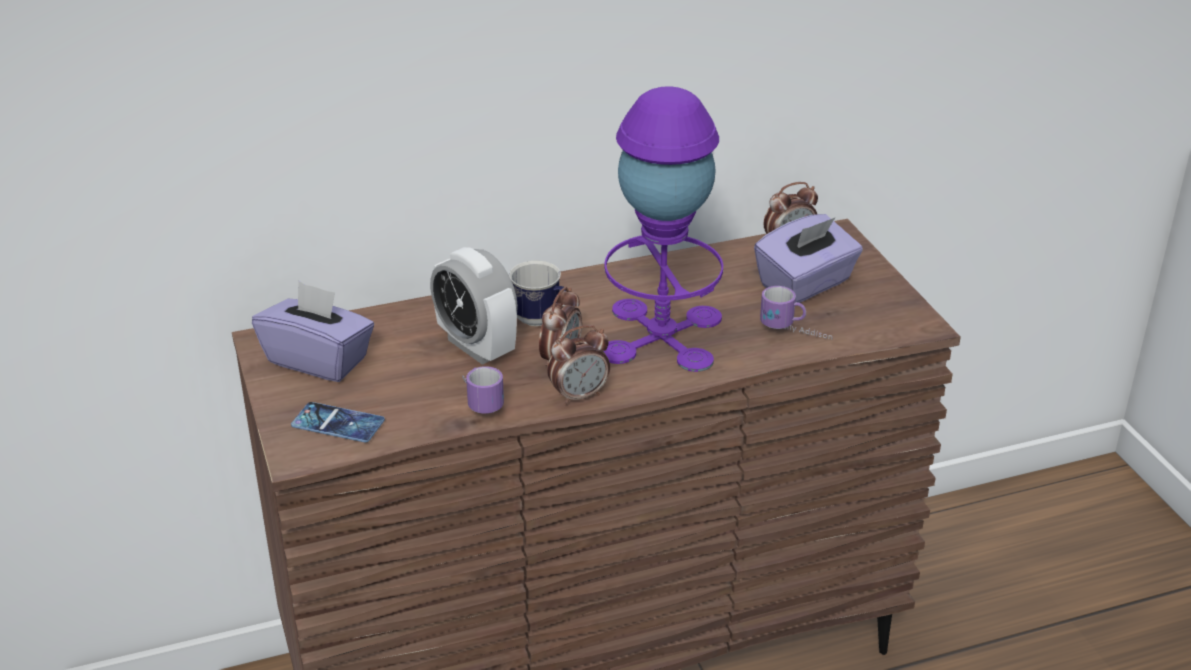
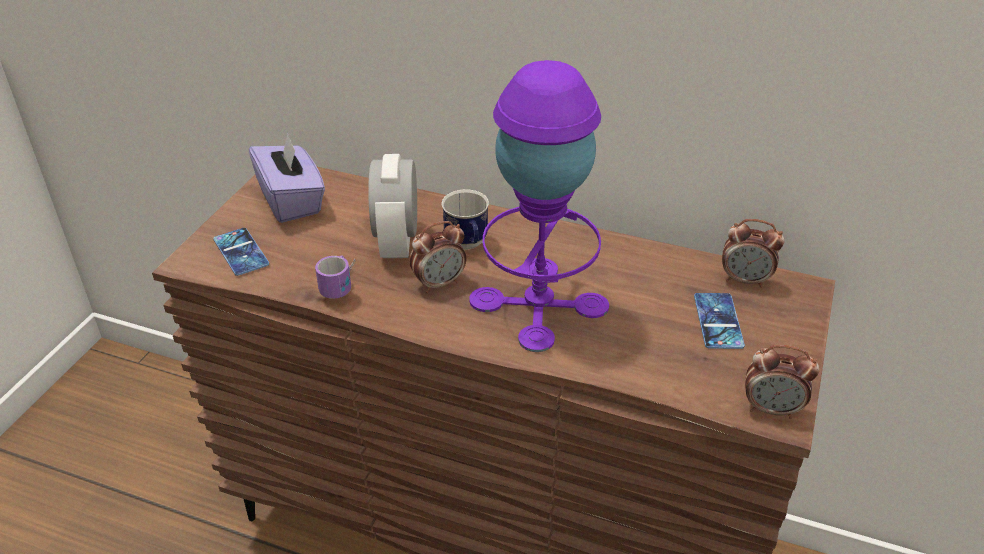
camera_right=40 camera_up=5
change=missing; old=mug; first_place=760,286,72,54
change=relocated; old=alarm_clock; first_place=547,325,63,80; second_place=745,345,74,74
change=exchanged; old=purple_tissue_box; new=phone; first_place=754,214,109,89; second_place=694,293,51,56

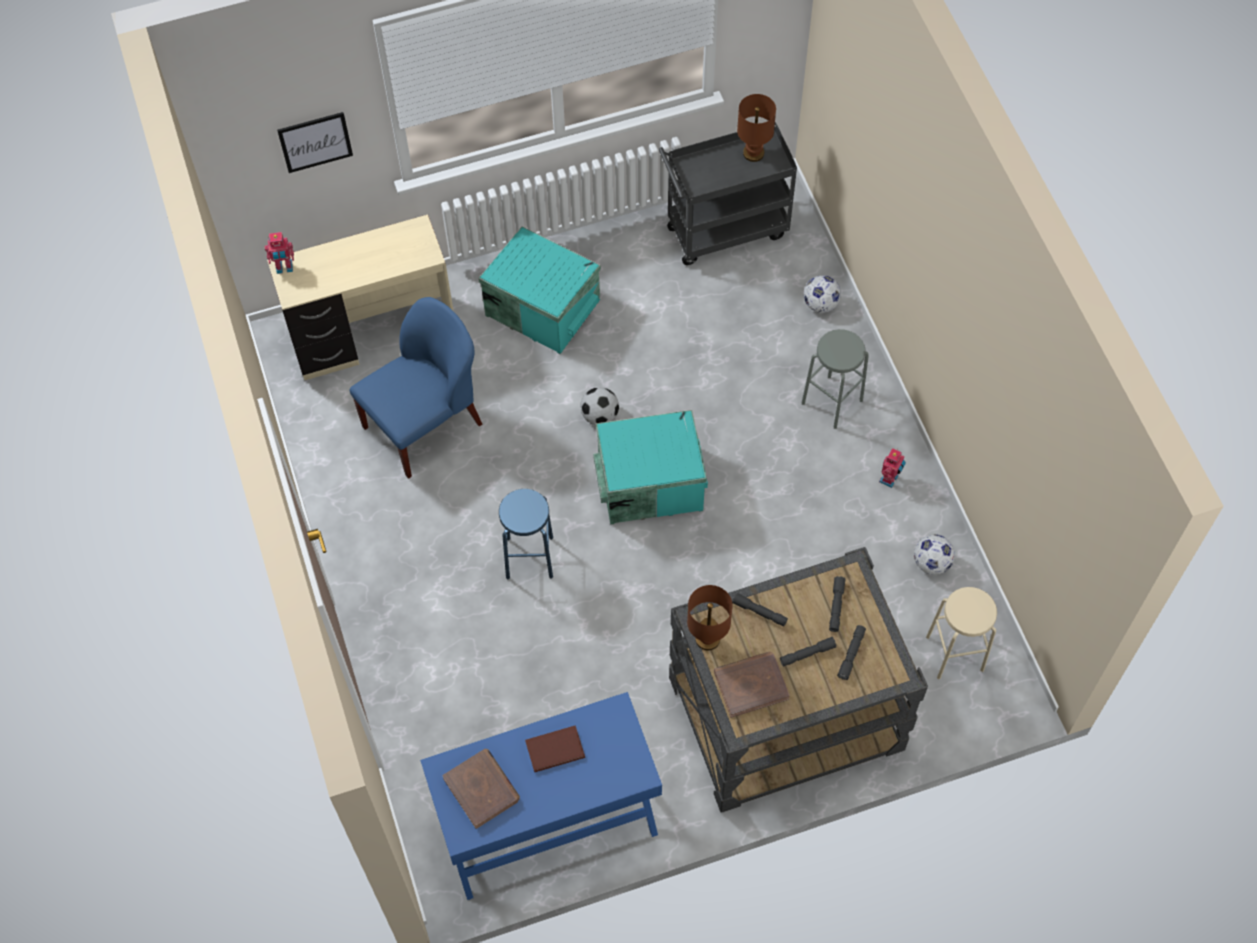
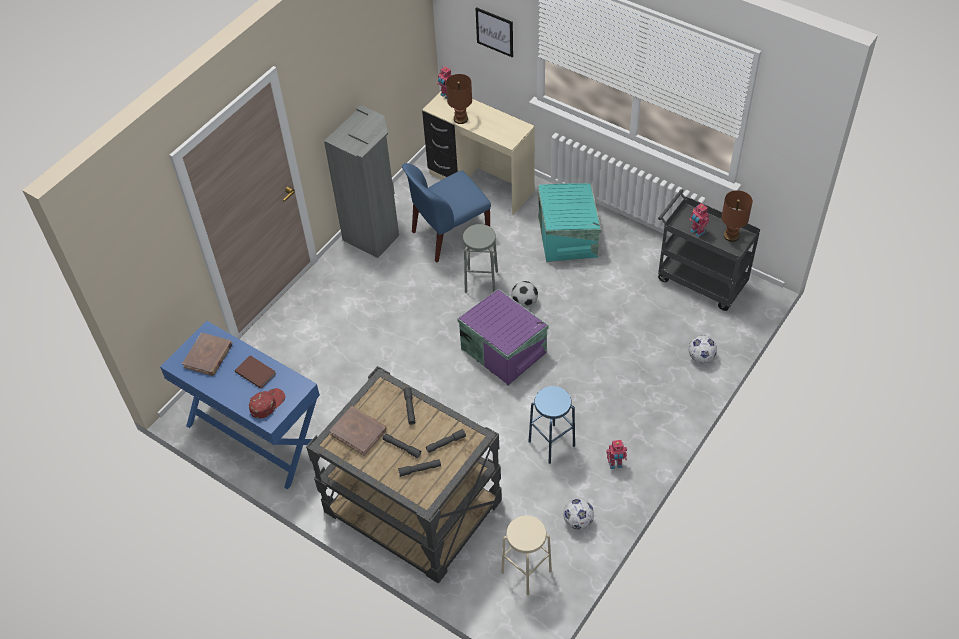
camera_right=55 camera_up=-10
change=appeared; new=red_cap; second_place=249,388,36,30
change=appeared; new=grey_cabinet; second_place=324,105,75,153
change=appeared; new=toy_robot; second_place=689,203,20,34
change=relocated; old=blue_stool; first_place=499,489,54,90; second_place=529,386,46,78
change=relocated; old=brown_table_lamp; first_place=687,585,46,65; second_place=446,74,26,50
change=relocated; old=grey_stool; first_place=802,329,67,100; second_place=463,224,35,69
change=colour; old=turquoise_storage_box; new=purple_storage_box; first_place=593,410,115,115; second_place=458,289,91,97
change=spun; old=blue_chair; first_place=350,297,132,182; second_place=402,163,89,100; degrees=135

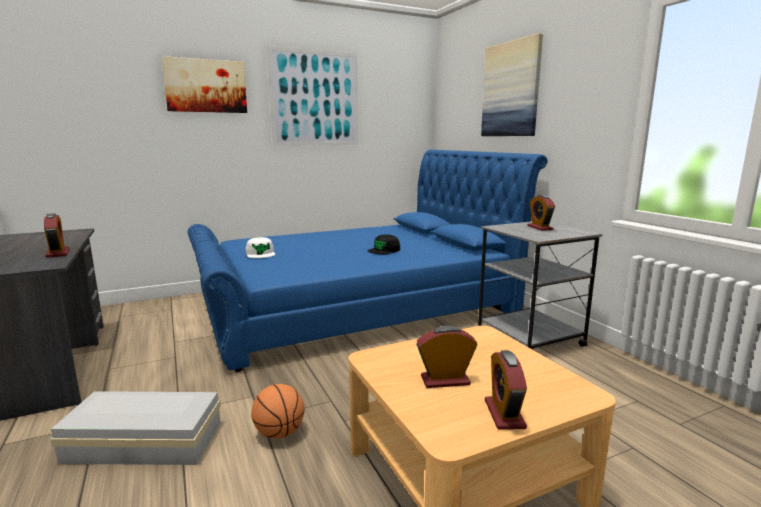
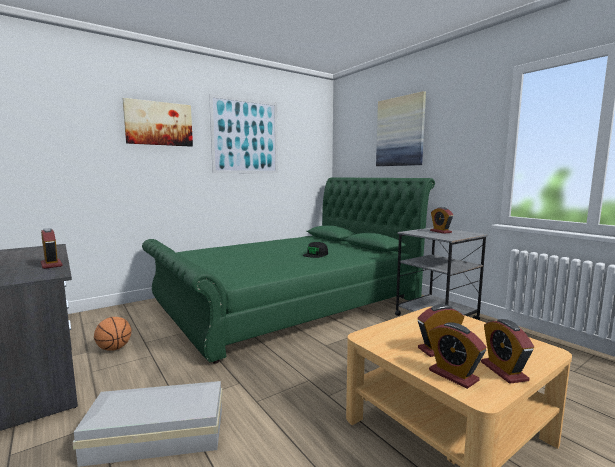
camera_right=-10 camera_up=-5
change=missing; old=white_cap; first_place=246,237,29,21
change=appeared; new=alarm_clock; second_place=429,322,57,67
change=relocated; old=basketball; first_place=251,384,54,54; second_place=94,317,38,34
change=colour; old=blue_bed; new=green_bed; first_place=187,150,361,222; second_place=142,177,293,187

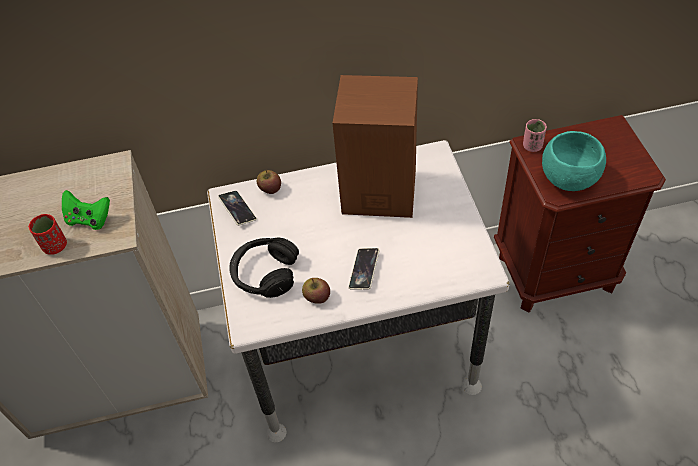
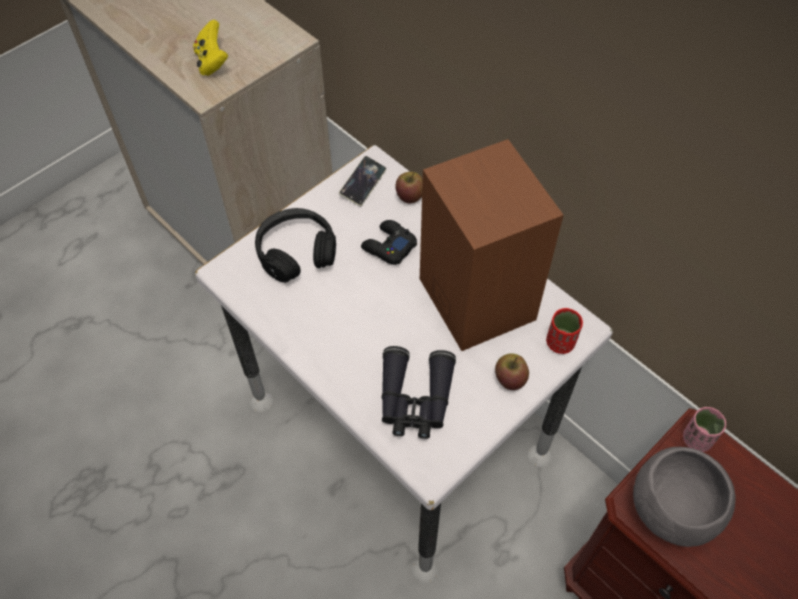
camera_right=55 camera_up=5
change=missing; old=phone; first_place=348,248,32,42
change=appeared; new=black_game_controller; second_place=361,220,56,45
change=appeared; new=black_binoculars; second_place=382,346,74,93
change=relocated; old=red_cup; first_place=29,214,38,41; second_place=546,308,37,46
change=relocated; old=apple; first_place=302,278,28,26; second_place=495,353,34,37
change=colour; old=green_game_controller; new=yellow_game_controller; first_place=62,190,48,40; second_place=193,20,35,56
change=colour; old=turquoise_bowl; new=grey_bowl; first_place=542,131,64,60; second_place=633,447,103,100

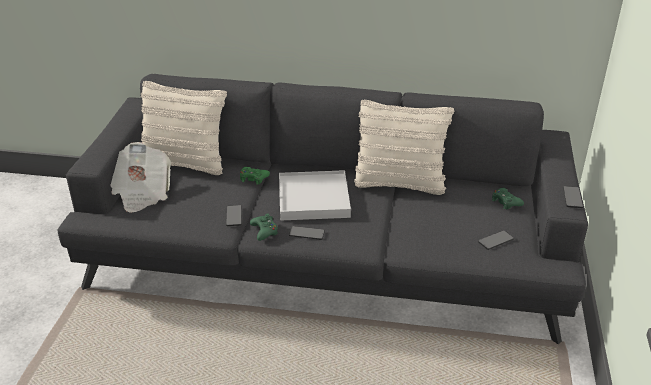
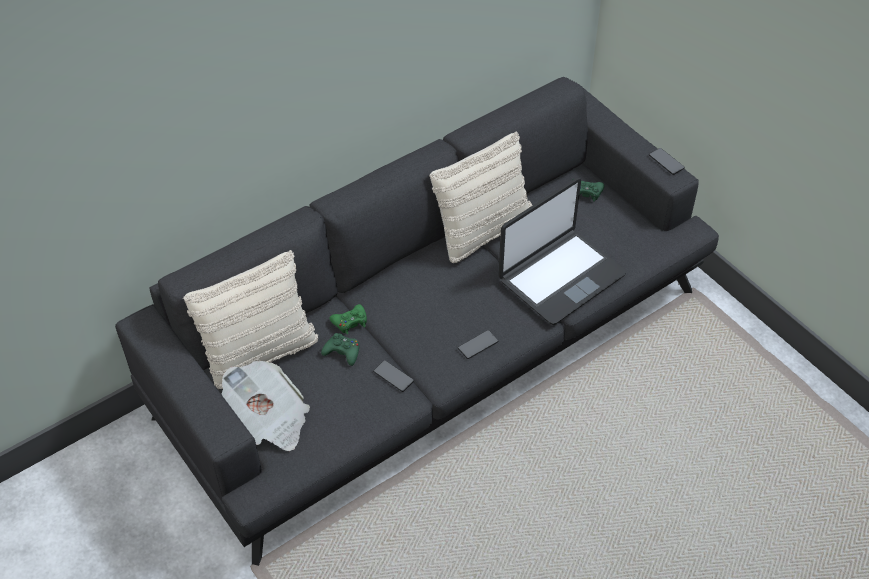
camera_right=-45 camera_up=15
change=missing; old=white_tray; first_place=279,170,72,50
change=missing; old=phone; first_place=478,230,36,20
change=appeared; new=laptop; second_place=498,178,128,147
change=relocated; old=green_game_controller; first_place=250,213,28,28; second_place=321,333,39,33

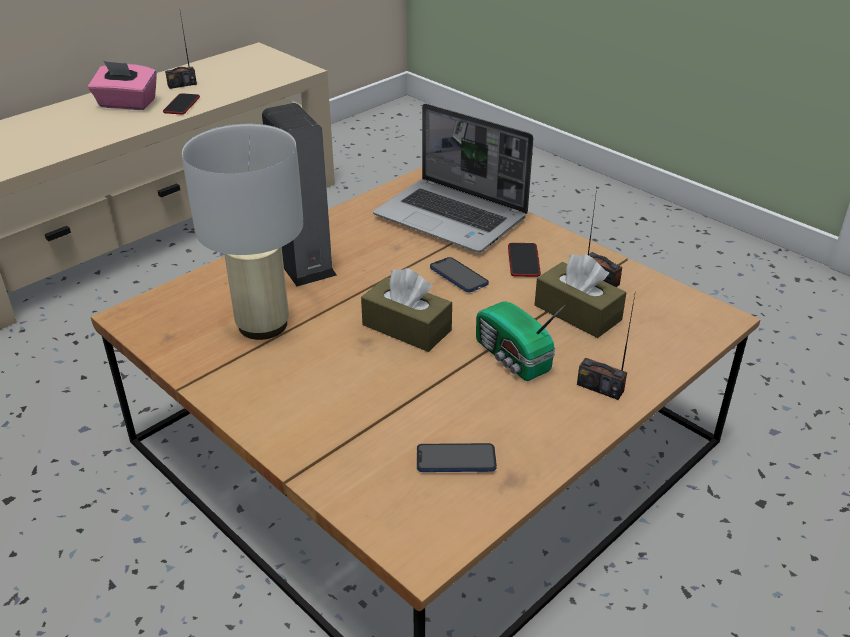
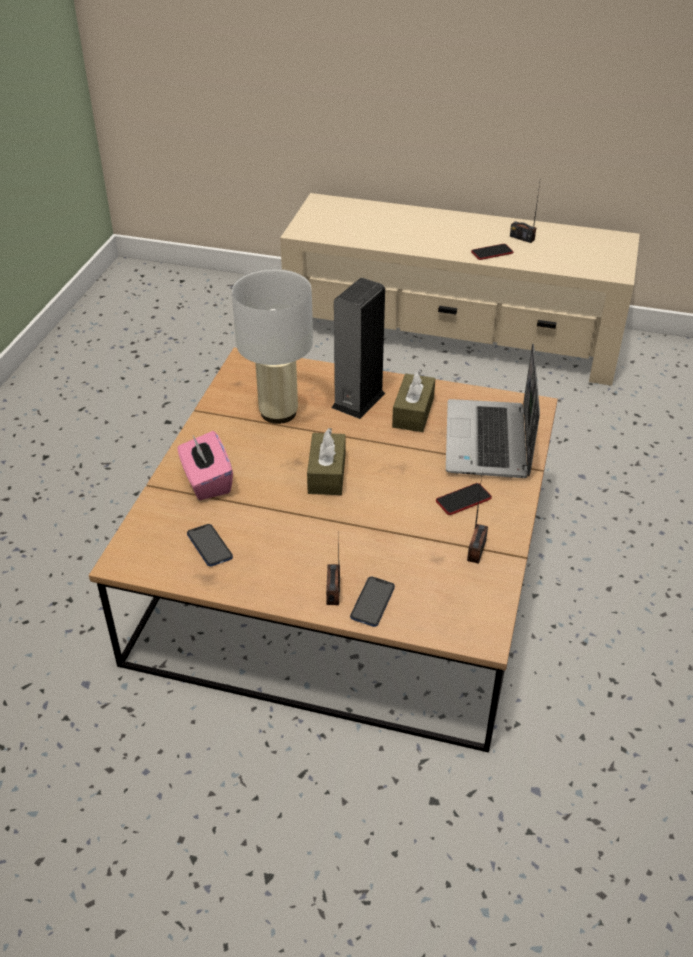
camera_right=60 camera_up=5
change=missing; old=radio; first_place=476,301,89,80
change=relocated; old=pink_tissue_box; first_place=88,61,69,49; second_place=177,431,56,69
change=relocated; old=phone; first_place=430,257,59,35; second_place=350,577,45,50
change=relocated; old=brown_tissue_box; first_place=535,254,91,84; second_place=392,369,43,63

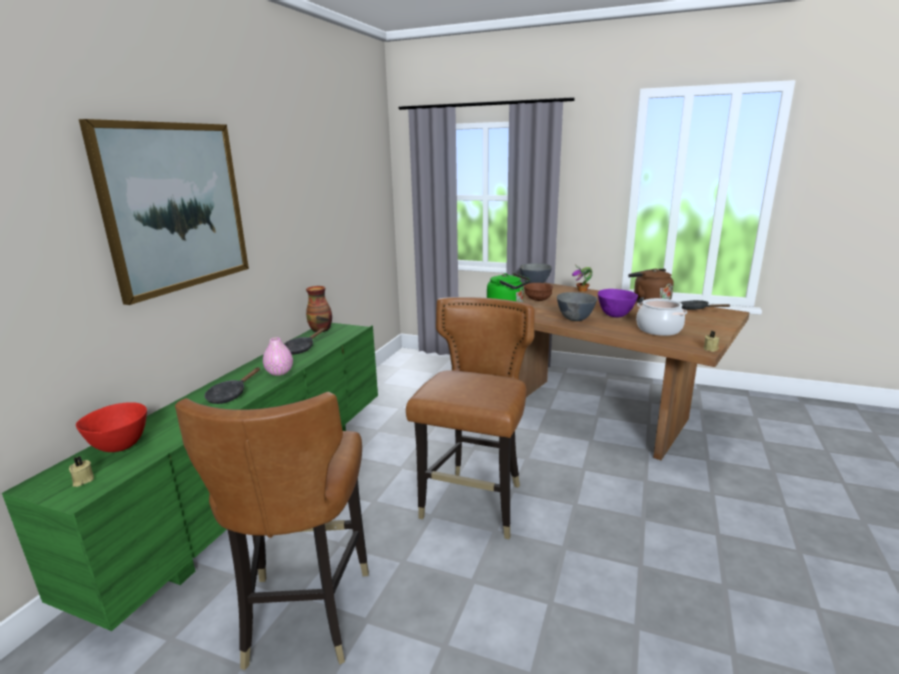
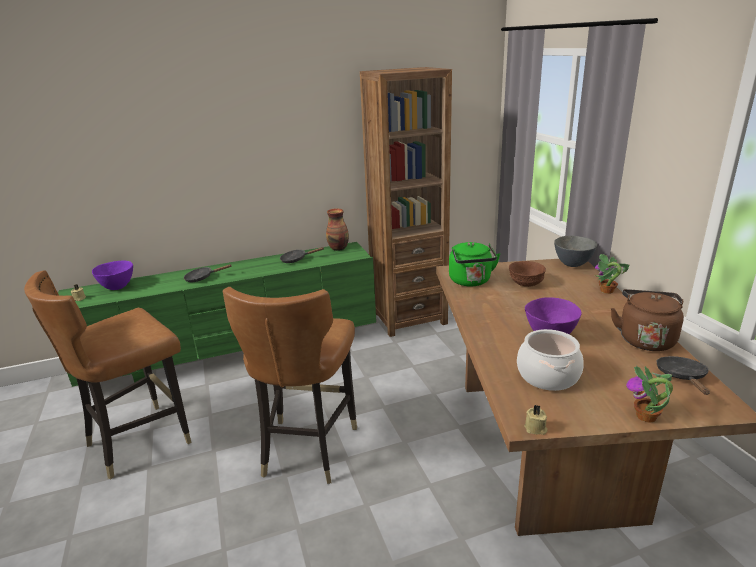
camera_right=50 camera_up=5
change=missing; old=picture; first_place=79,119,170,186
change=missing; old=pink_vase; first_place=263,338,30,38
change=missing; old=grey_bowl; first_place=557,292,40,29
change=appeared; new=brown_bookcase; second_place=360,67,92,270
change=appeared; new=potted_plant; second_place=626,366,47,56
change=colour; old=red_bowl; new=purple_bowl; first_place=76,402,71,50; second_place=92,261,41,29
change=spun; old=brown_chair; first_place=406,297,129,242; second_place=223,287,134,197; degrees=120

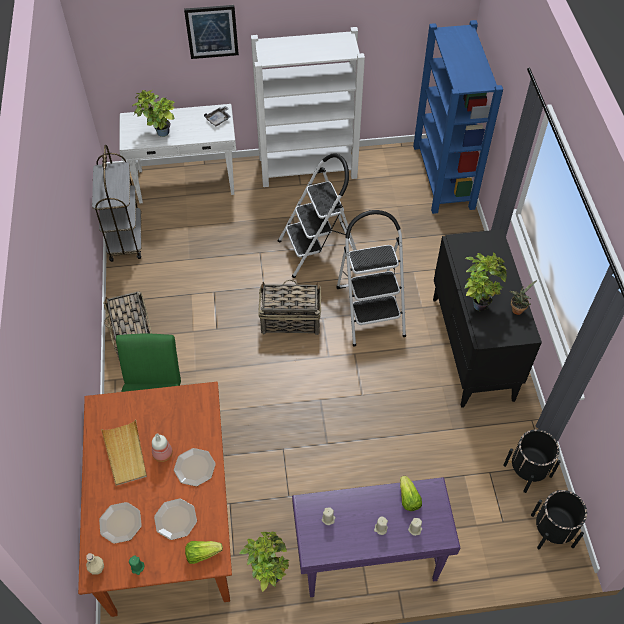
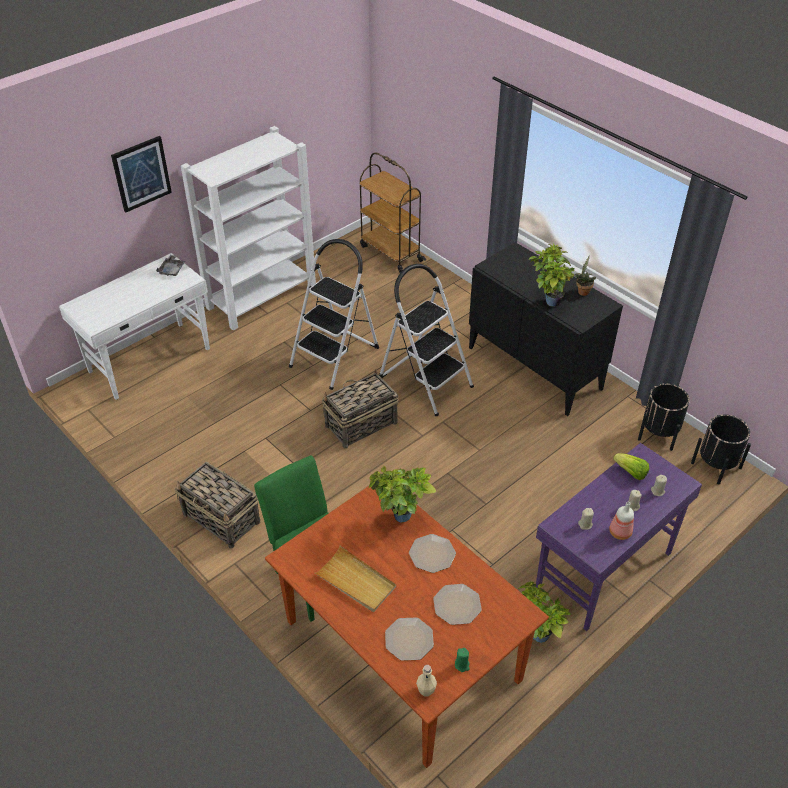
camera_right=-35 camera_up=-10
change=missing; old=grey_cart; first_place=92,145,50,117
change=missing; old=lettuce; first_place=185,541,38,23
change=relocated; old=potted_plant; first_place=132,90,42,47; second_place=369,466,67,57
change=relocated; old=bottle; first_place=152,433,21,29; second_place=609,502,25,38
change=exchanged; old=blue_bookcase; new=brown_cart; first_place=413,20,90,194; second_place=359,153,67,120

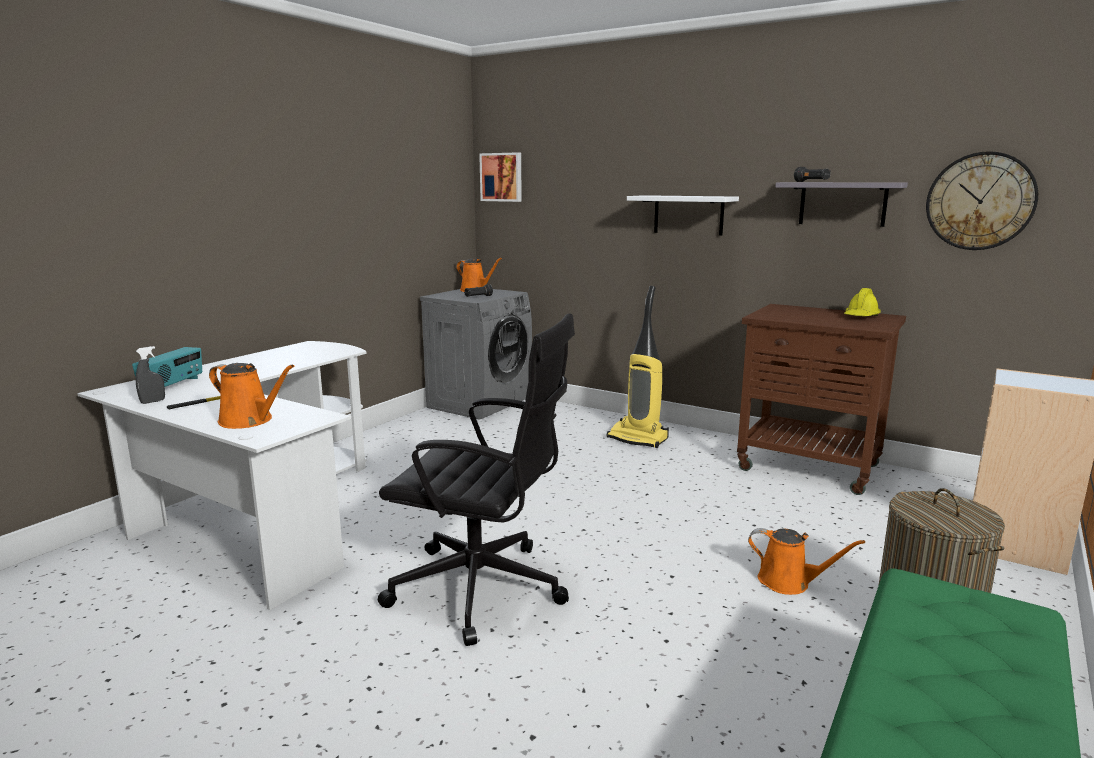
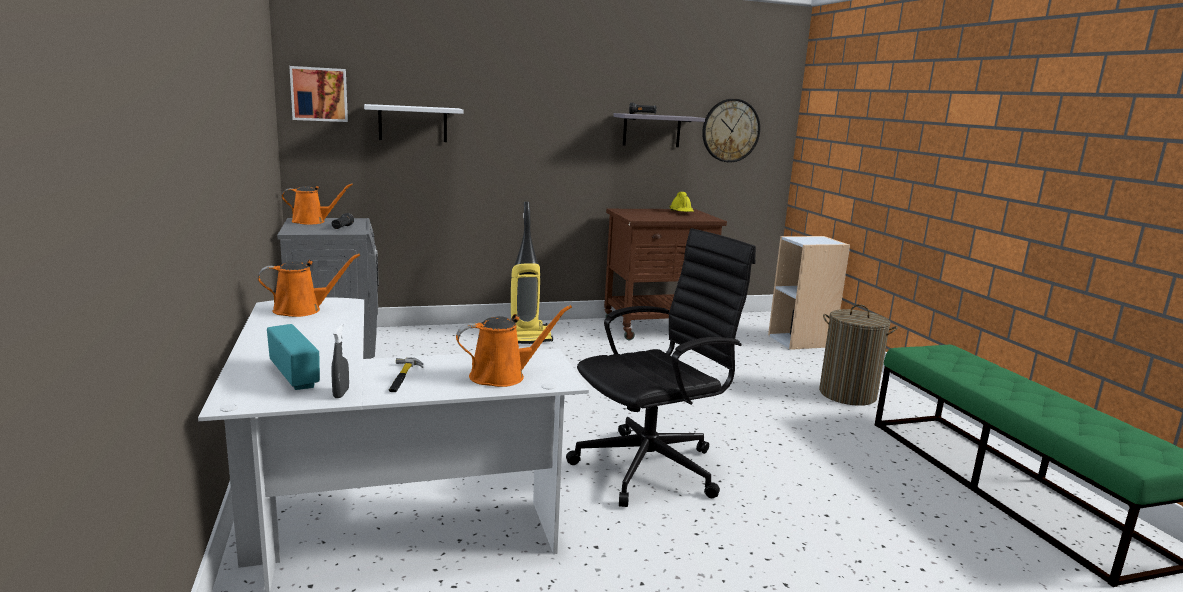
camera_right=-50 camera_up=0
change=relocated; old=white_shelf; first_place=627,195,112,40; second_place=364,104,100,38
change=relocated; old=orange_watering_can; first_place=748,528,117,67; second_place=258,254,102,63

